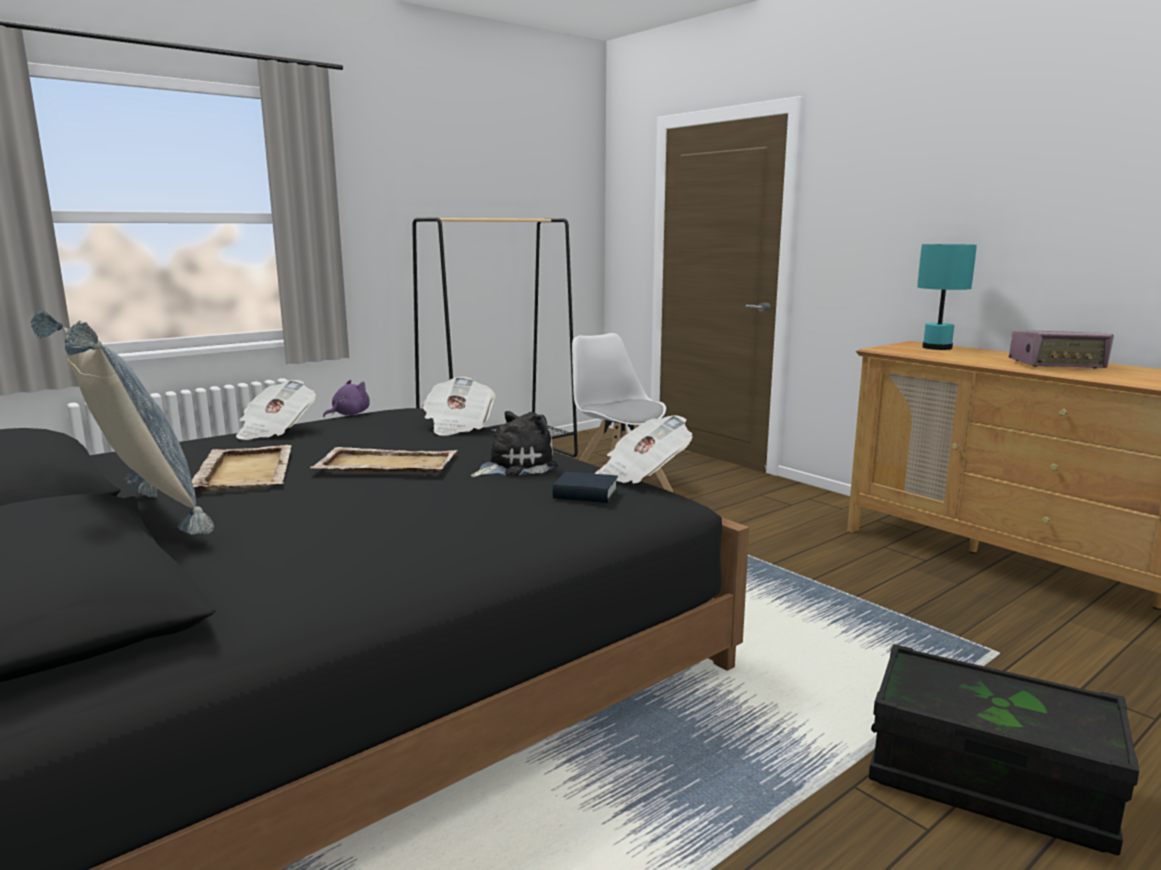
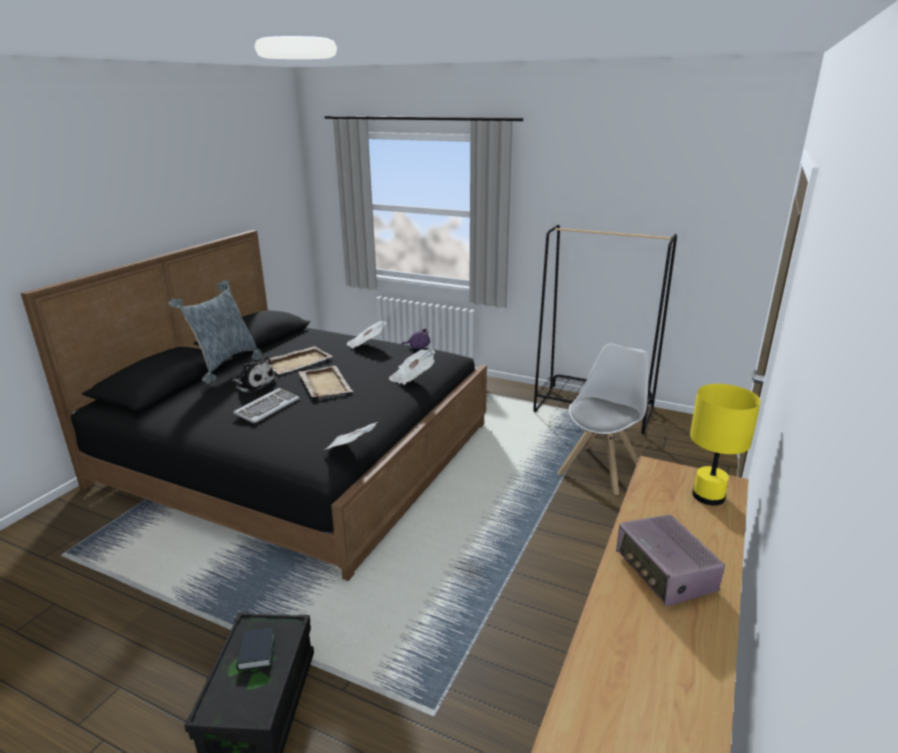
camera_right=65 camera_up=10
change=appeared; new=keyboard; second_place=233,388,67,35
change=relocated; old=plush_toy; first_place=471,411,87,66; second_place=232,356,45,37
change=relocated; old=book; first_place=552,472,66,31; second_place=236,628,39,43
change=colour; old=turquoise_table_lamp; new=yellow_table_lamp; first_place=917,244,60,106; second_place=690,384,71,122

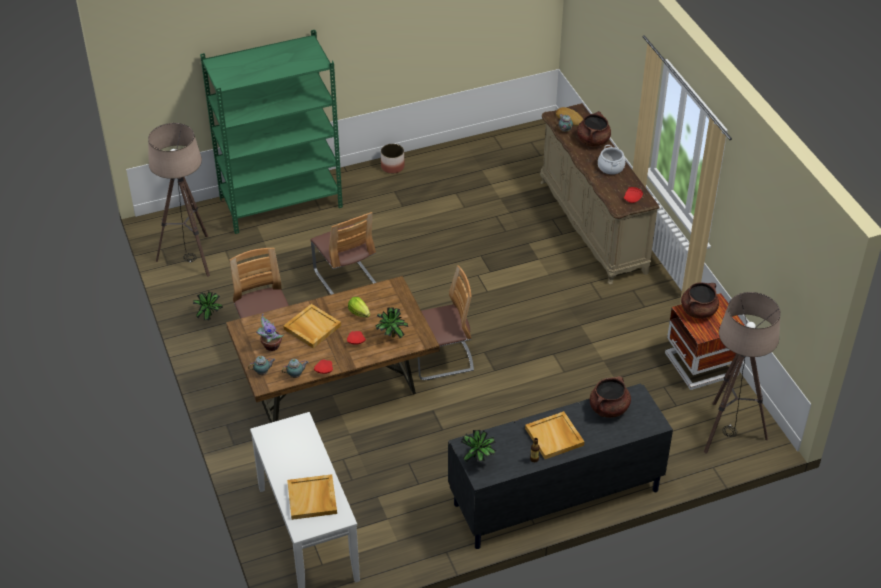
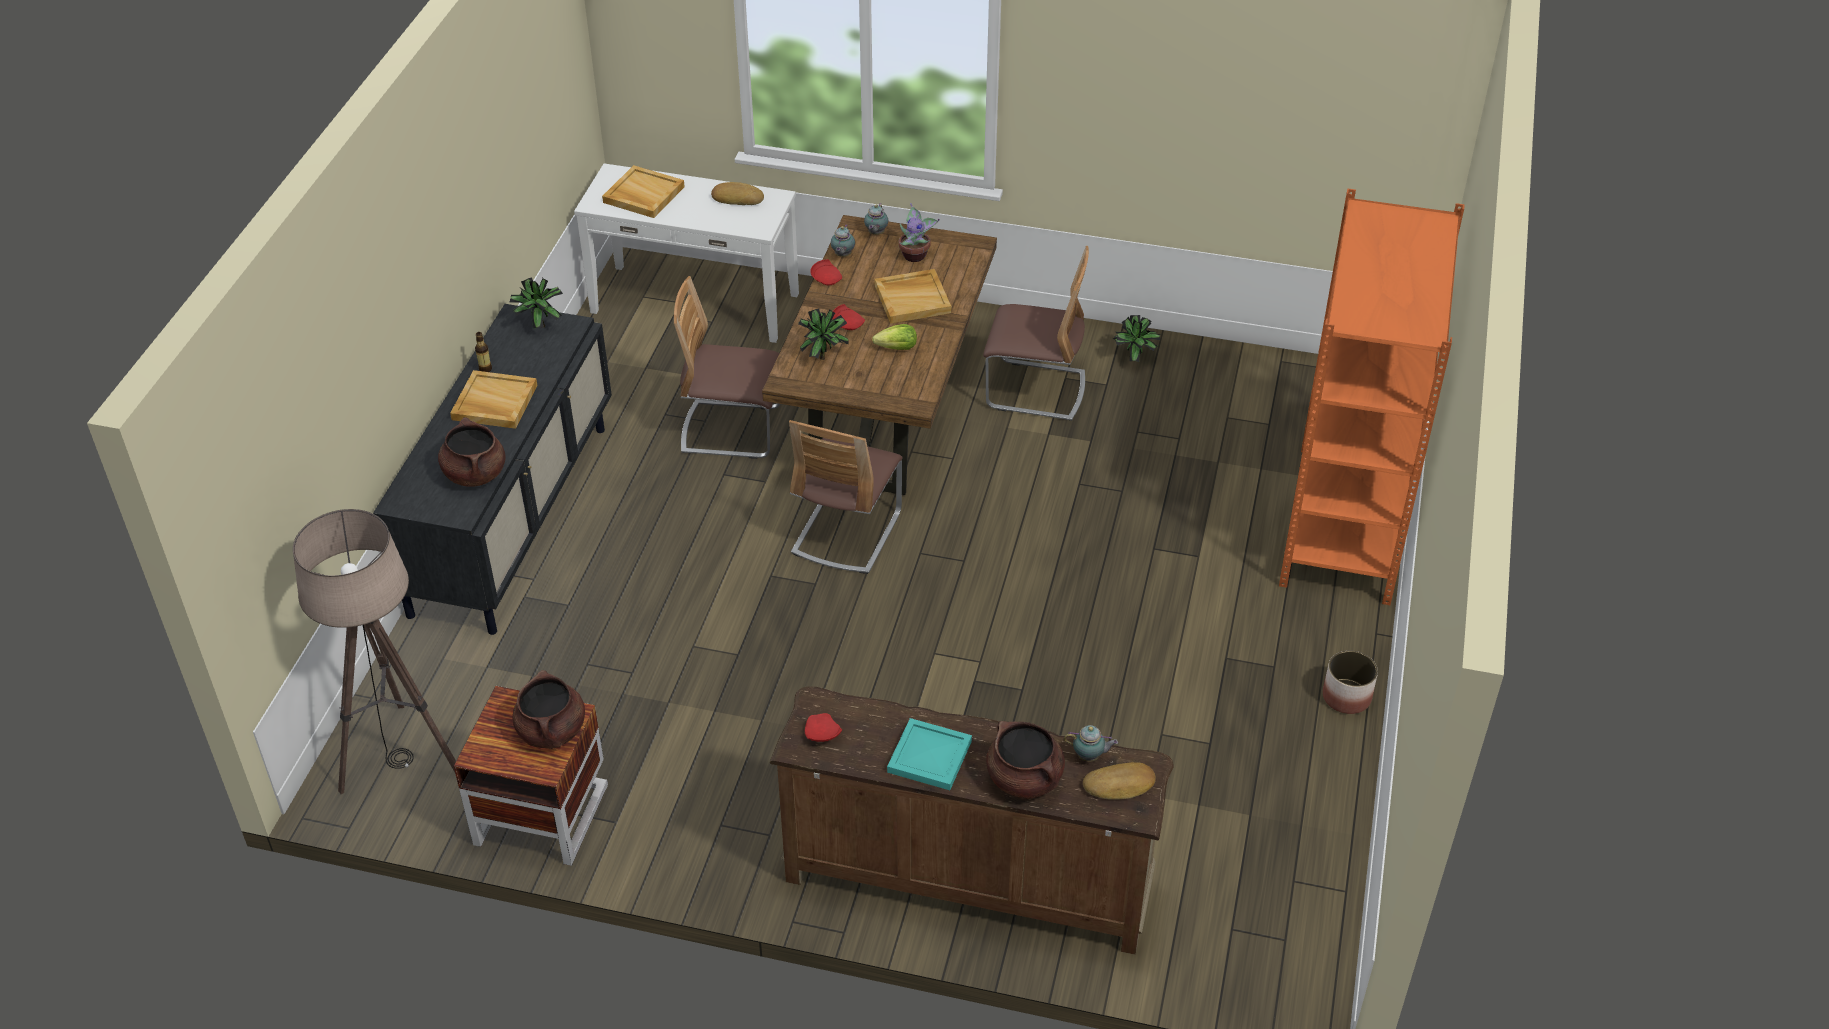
camera_right=125 camera_up=0
change=missing; old=floor_lamp; first_place=148,123,62,154
change=appeared; new=bread; second_place=711,182,53,23
change=relocated; old=chair; first_place=310,212,66,83; second_place=674,276,106,183
change=exchanged; old=cooking_pot; new=turquoise_tray; first_place=598,145,27,30; second_place=887,718,85,72
change=colour; old=green_bookcase; new=orange_bookcase; first_place=200,30,143,204; second_place=1279,188,186,417

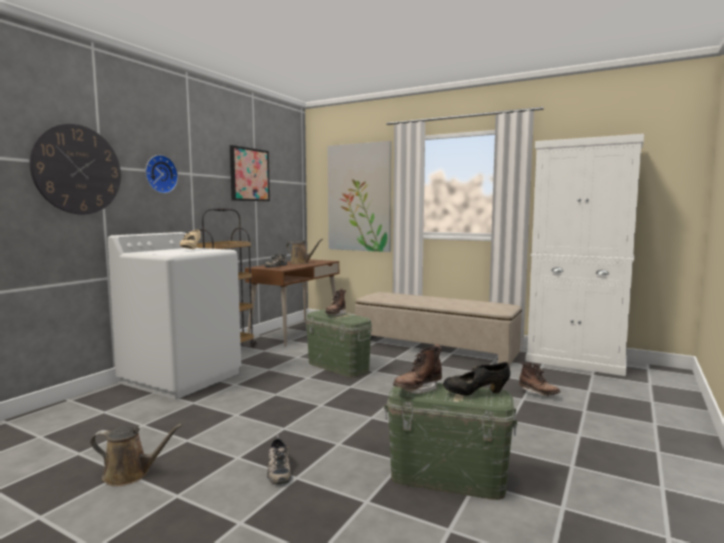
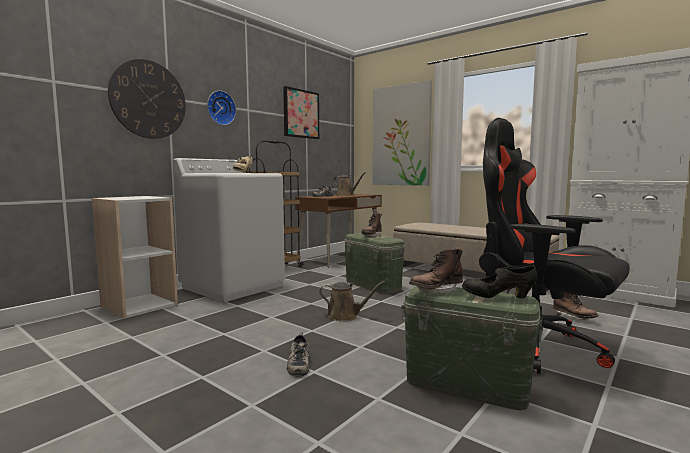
camera_right=10 camera_up=0
change=appeared; new=bookcase; second_place=92,196,86,123
change=appeared; new=black_office_chair; second_place=479,118,151,256
change=relocated; old=brown_watering_can; first_place=90,424,93,62; second_place=319,281,66,41

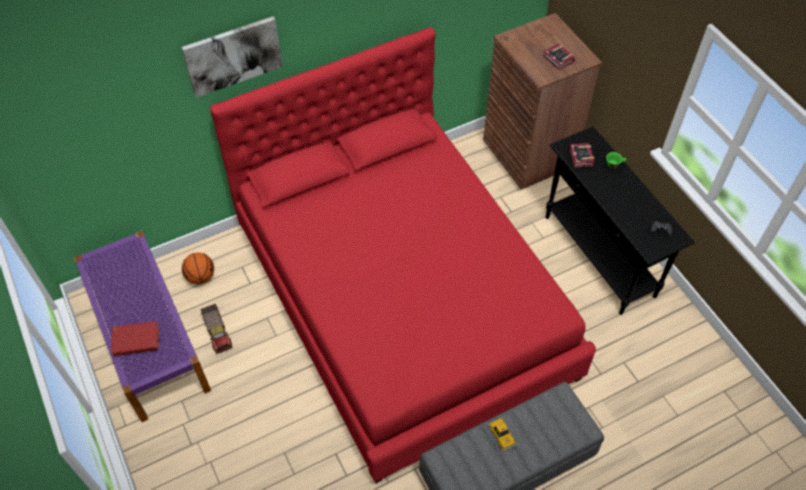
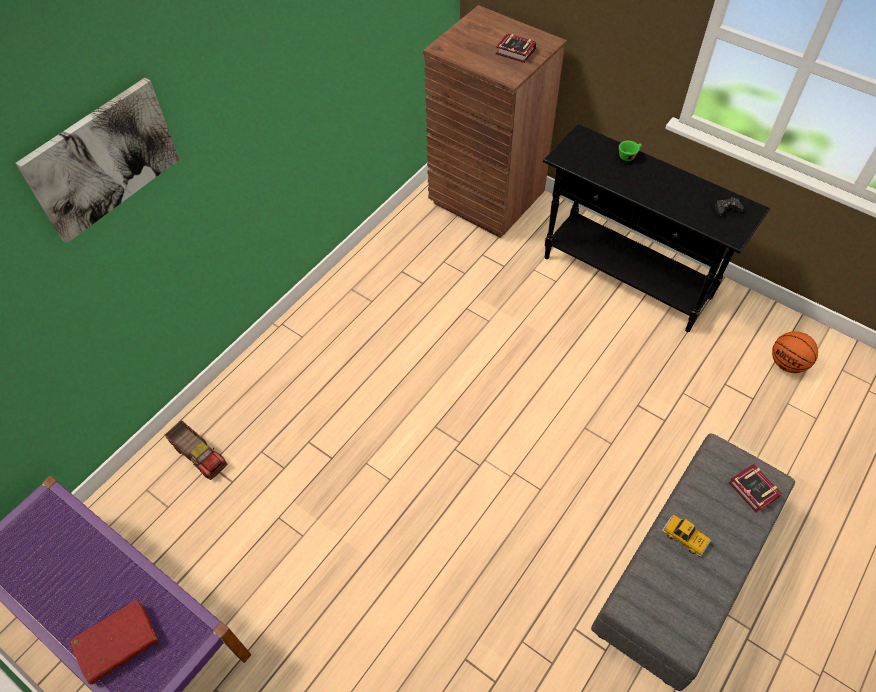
camera_right=-25 camera_up=0
change=missing; old=red_bed; first_place=210,27,386,456
change=relocated; old=basketball; first_place=182,253,32,31; second_place=772,331,46,42
change=relocated; old=toy_truck; first_place=200,304,33,50; second_place=165,420,63,60
change=relocated; old=book; first_place=569,143,26,25; second_place=729,464,53,49

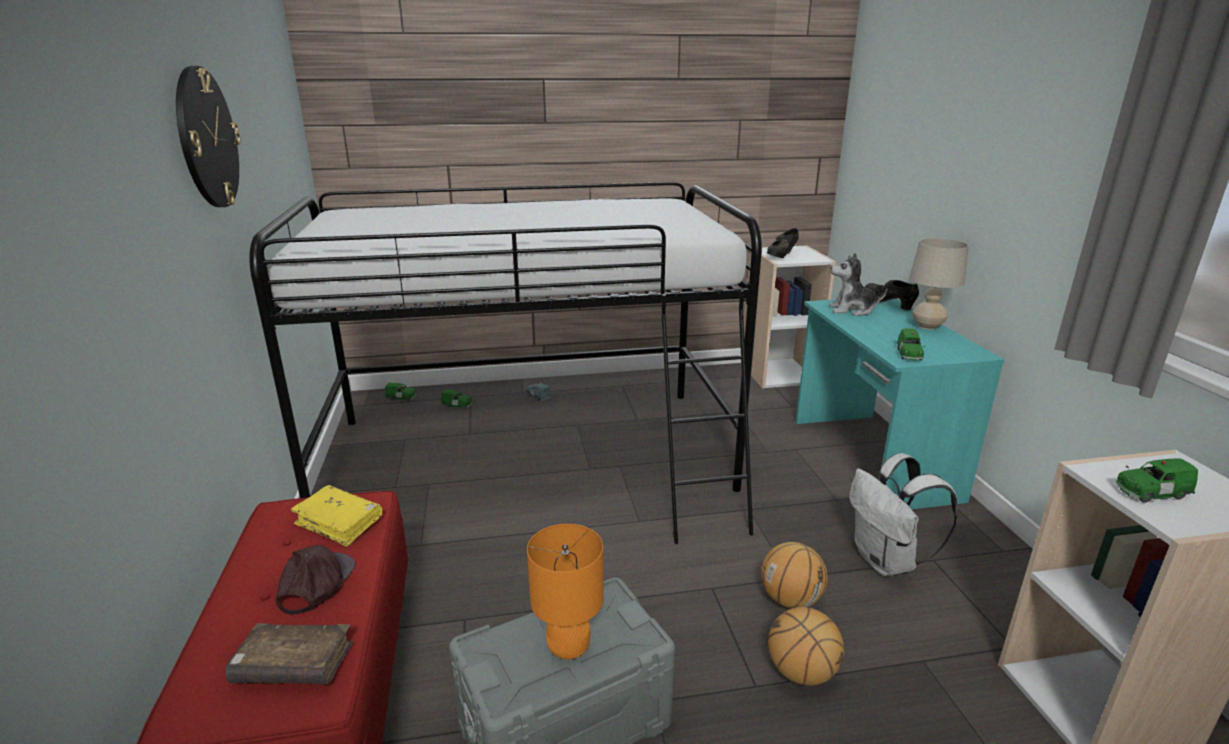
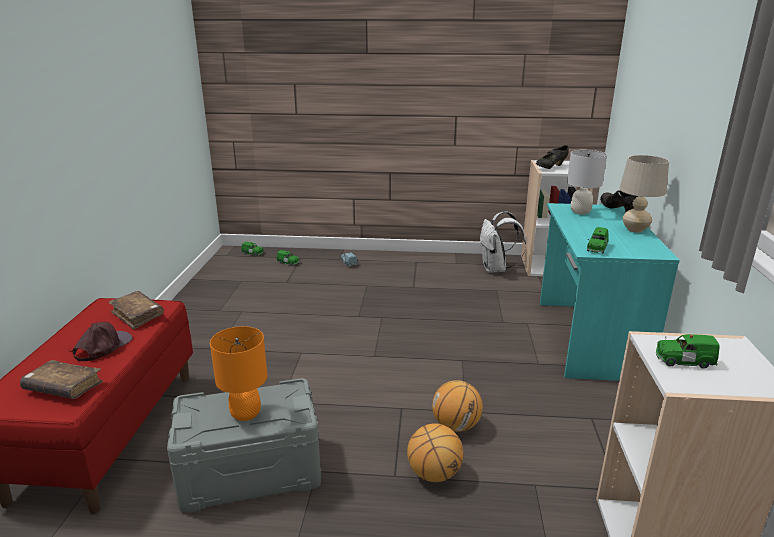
camera_right=15 camera_up=0
change=missing; old=wall_clock; first_place=176,66,65,141
change=missing; old=black_bed; first_place=249,182,513,362
change=relocated; old=white_backpack; first_place=849,453,108,123; second_place=480,211,46,62
change=exchanged; old=plush_toy; new=grey_table_lamp; first_place=829,253,58,63; second_place=567,150,40,64
change=colour; old=yellow_book; new=brown_book; first_place=291,485,92,62; second_place=108,291,56,38

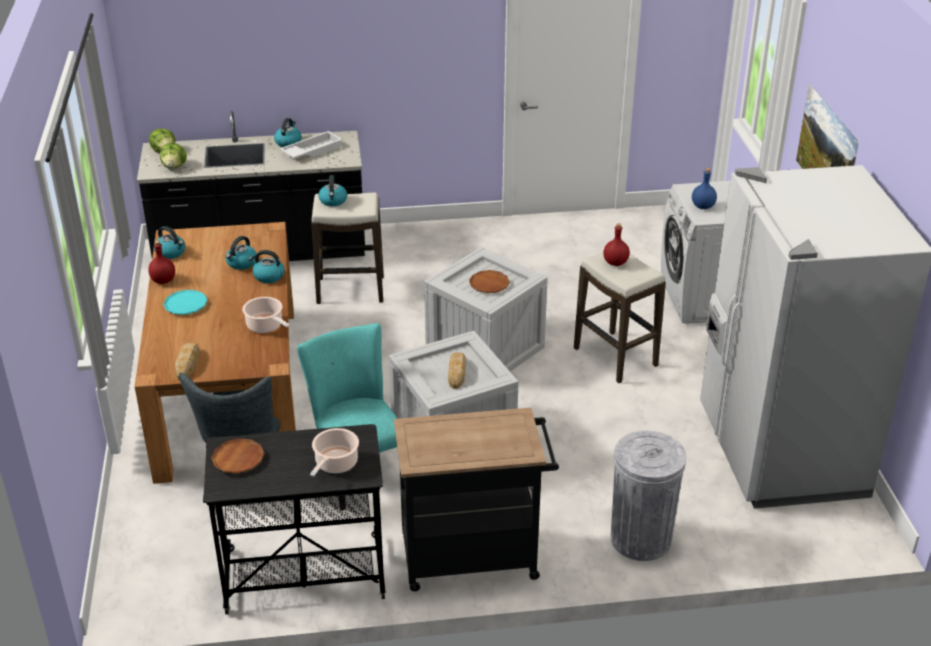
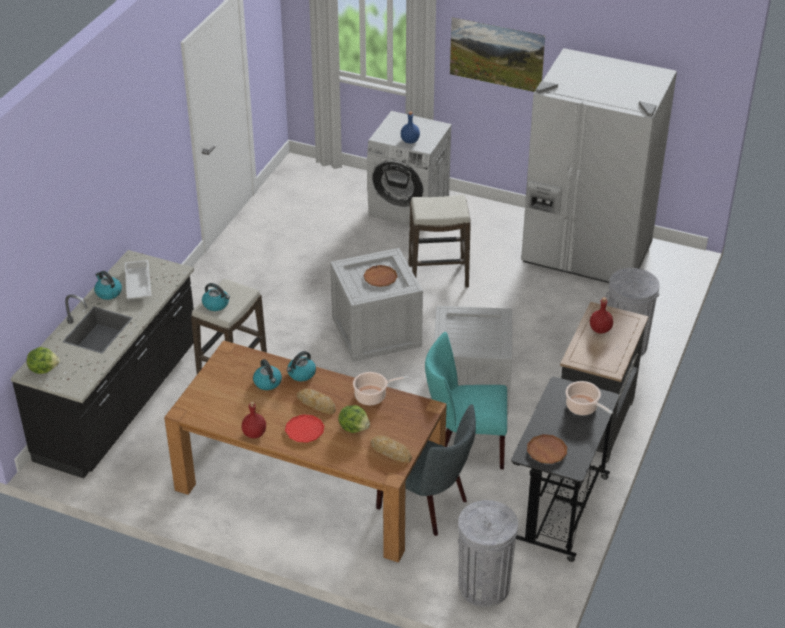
camera_right=-60 camera_up=5
change=missing; old=kettle; first_place=154,226,31,33
change=appeared; new=grey_trash_can; second_place=458,500,60,107
change=relocated; old=lettuce; first_place=160,143,27,26; second_place=338,405,32,28
change=relocated; old=bread; first_place=448,352,18,37; second_place=297,389,39,25
change=relocated; old=red_bottle; first_place=603,223,27,43; second_place=590,297,23,36
change=colour; old=turquoise_plate; new=red_plate; first_place=163,290,45,25; second_place=285,414,39,29

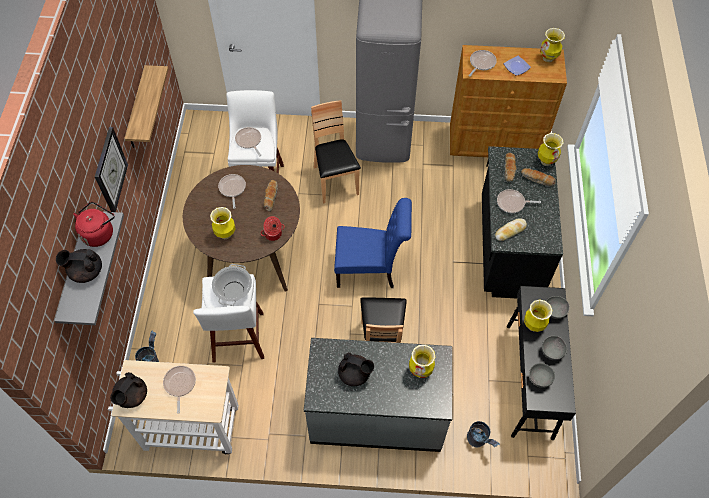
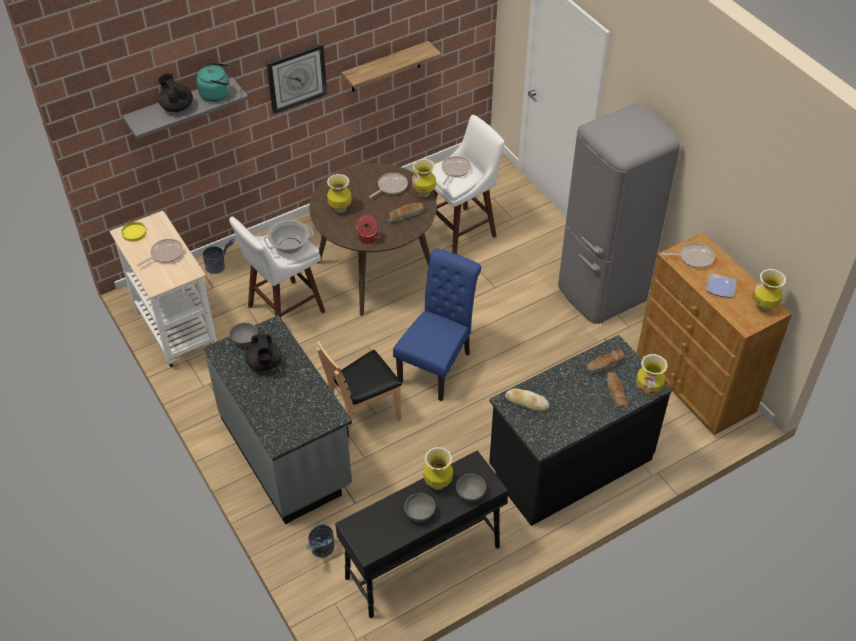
camera_right=55 camera_up=-10
change=missing; old=brown_chair; first_place=311,100,50,103
change=missing; old=frying_pan; first_place=497,189,44,24
change=relocated; old=vase; first_place=409,345,27,33; second_place=412,159,24,39
change=relocated; old=grey_bowl; first_place=529,363,26,25; second_place=230,322,28,25
change=exchanged; old=black_teapot; new=yellow_plate; first_place=110,372,37,36; second_place=121,222,26,20
change=colour; old=red_kettle; new=turquoise_kettle; first_place=73,202,42,45; second_place=196,62,35,40
change=spun; old=blue_chair; first_place=334,198,78,90; second_place=393,248,88,153; degrees=-120

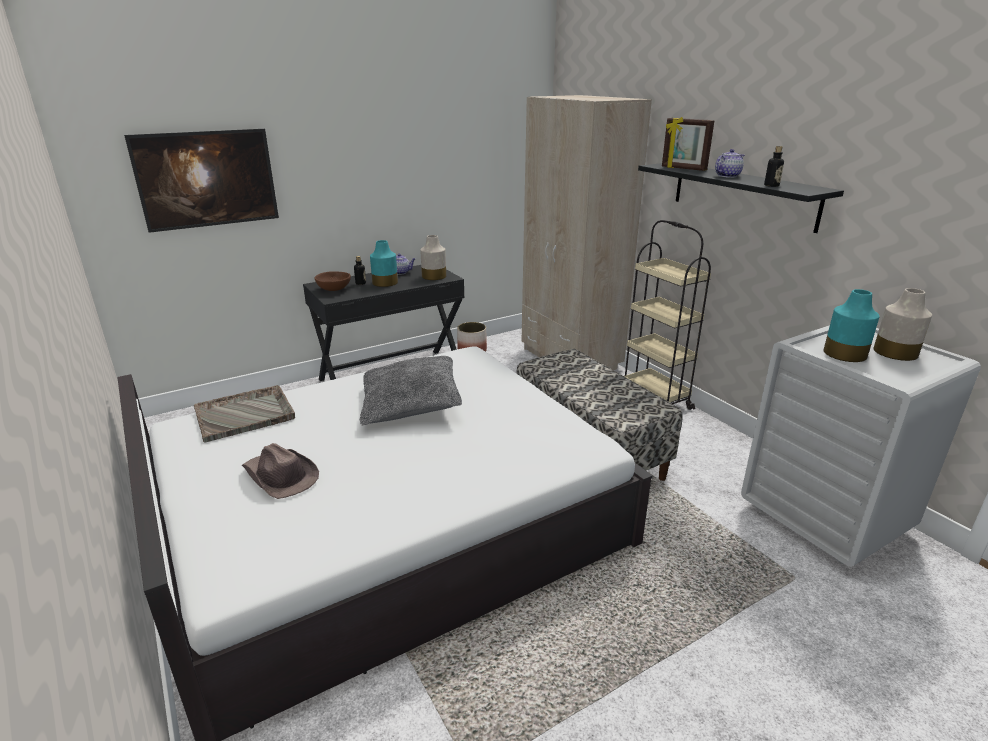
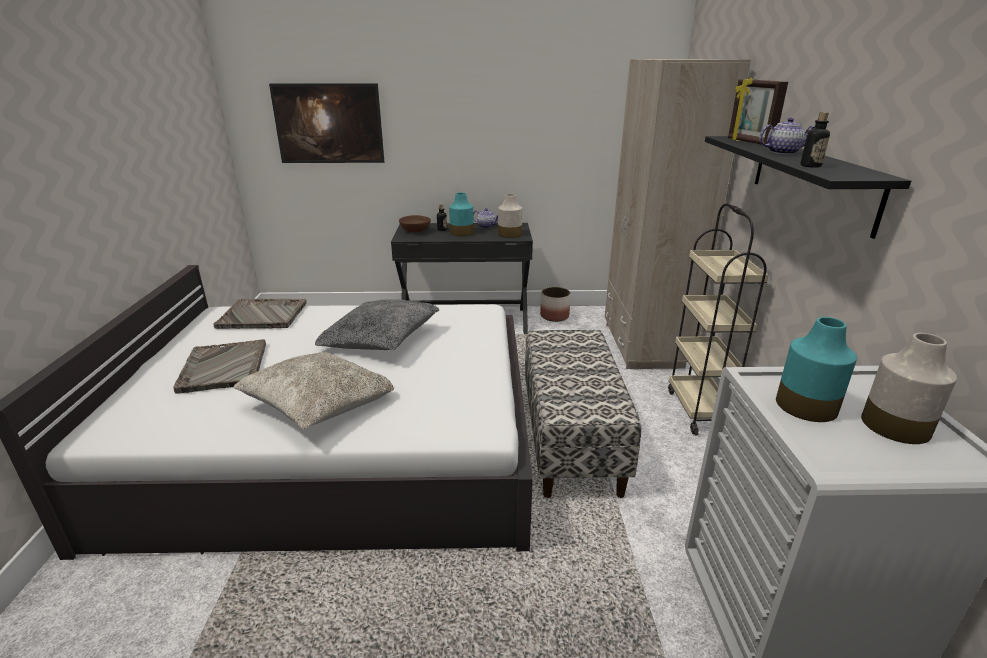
camera_right=30 camera_up=0
change=appeared; new=beige_pillow; second_place=233,352,161,78
change=exchanged; old=brown_hat; new=grey_tray; first_place=242,443,77,56; second_place=173,339,93,55

